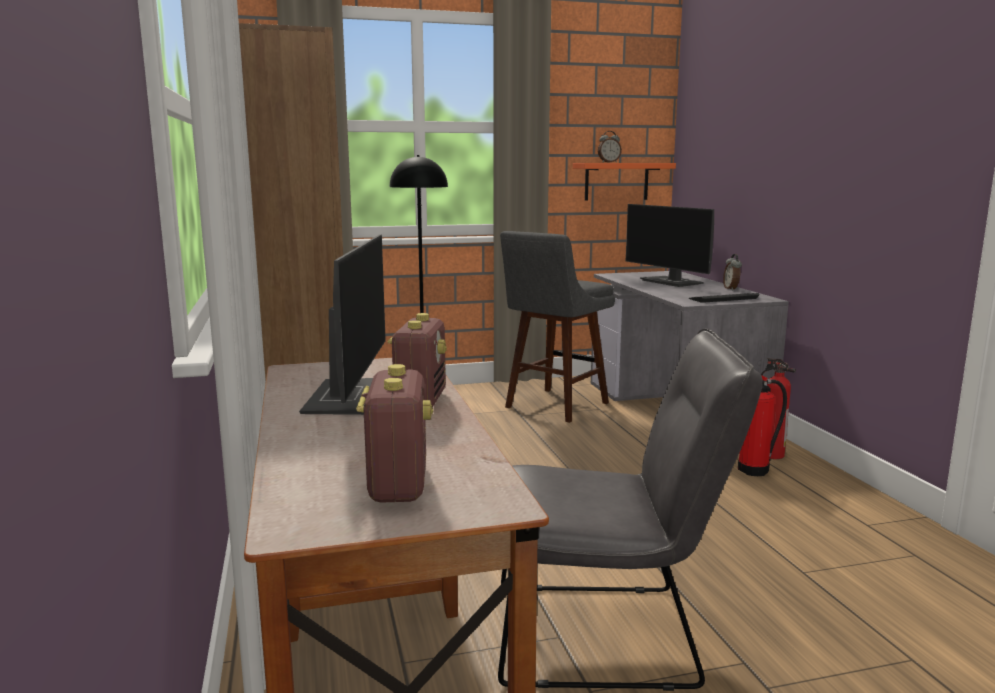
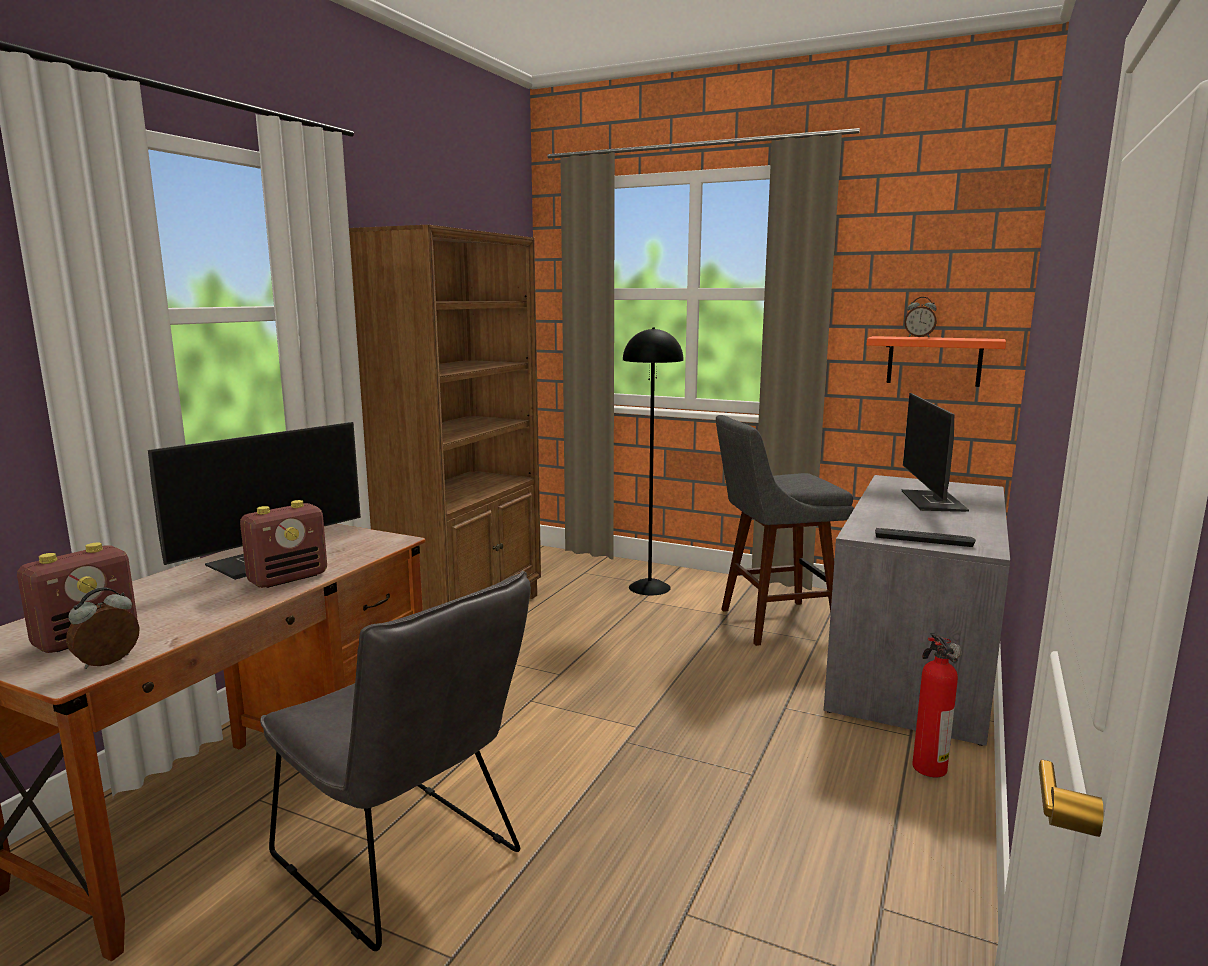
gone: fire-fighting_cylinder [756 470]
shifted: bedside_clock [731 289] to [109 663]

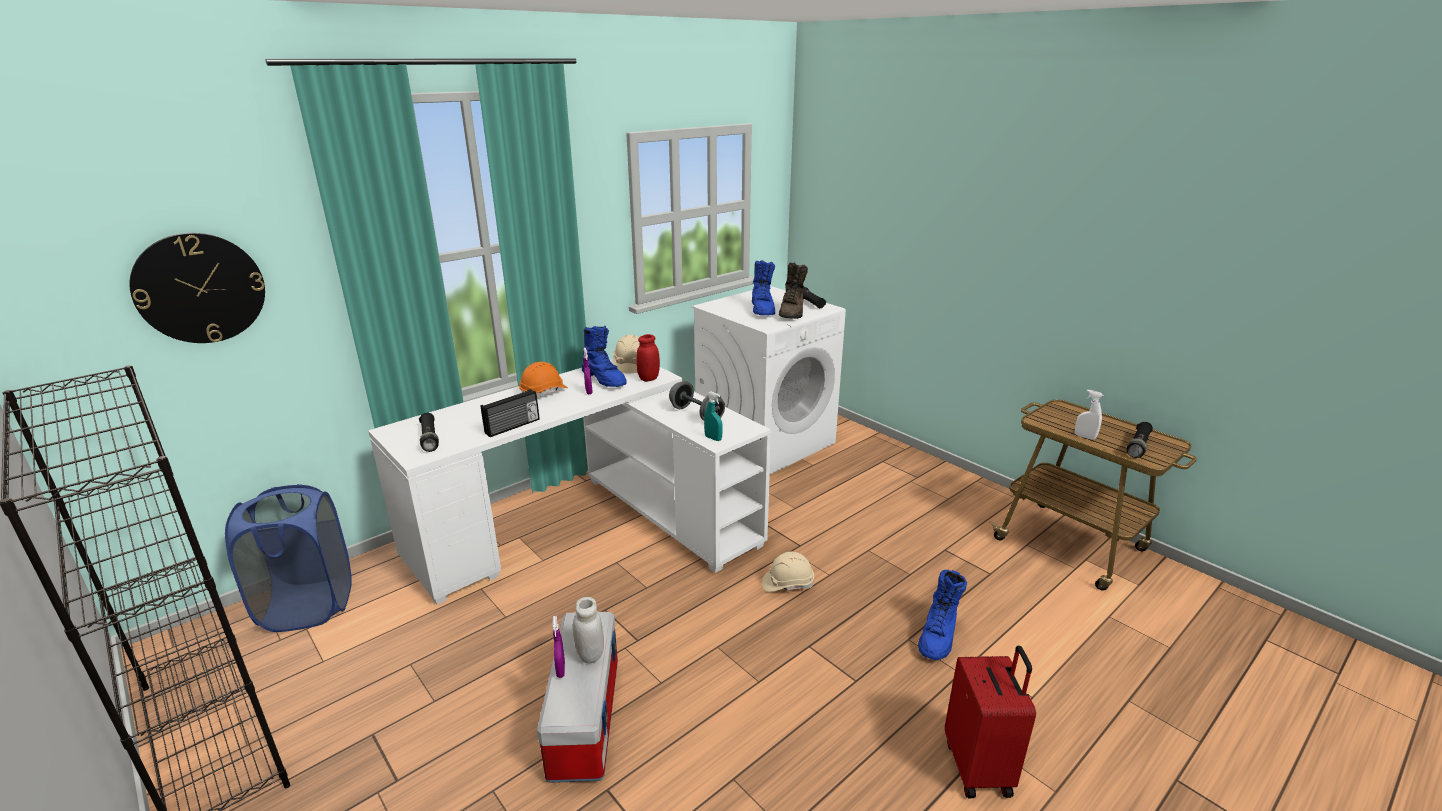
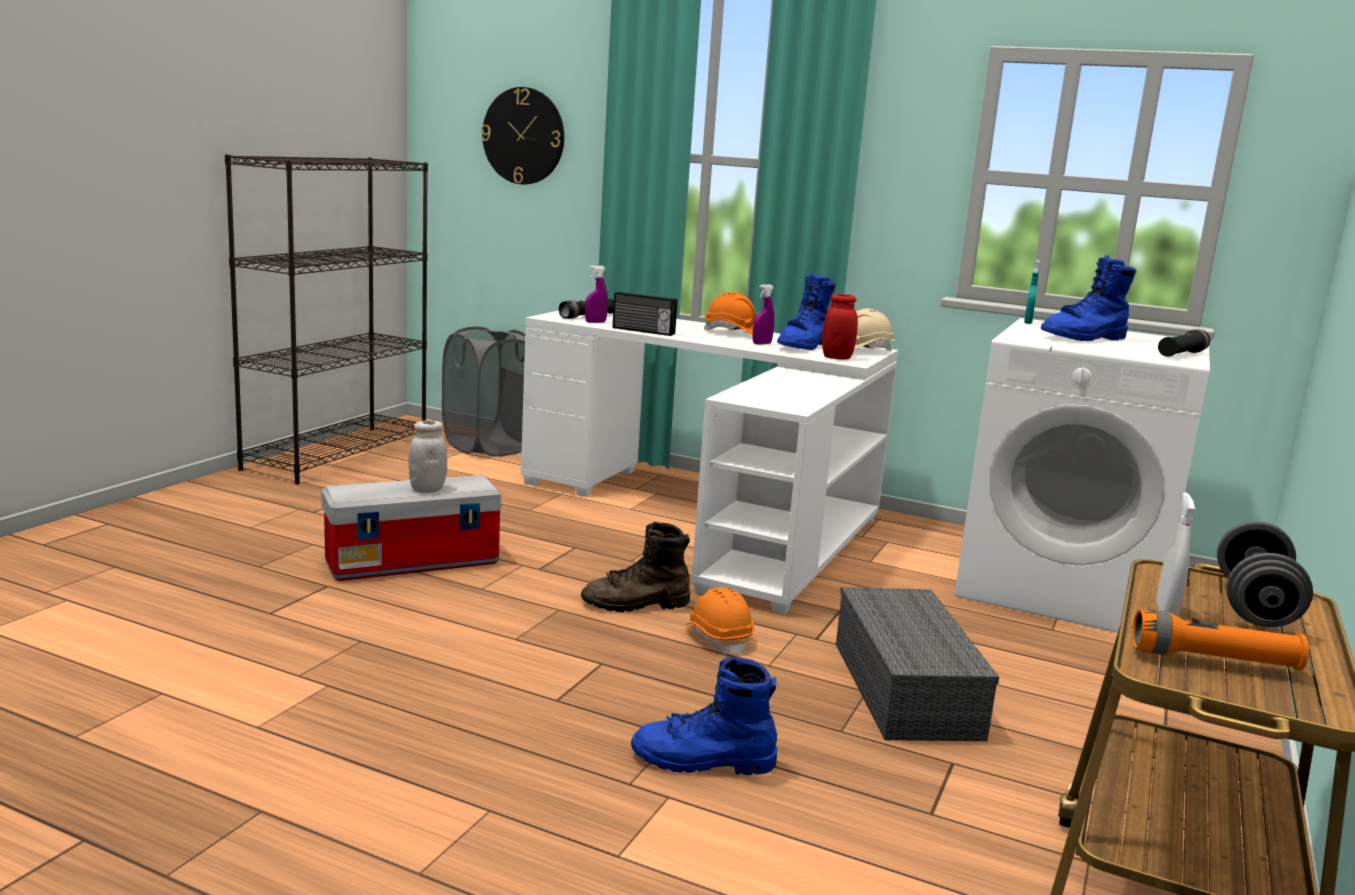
gone: red_travel_case [979 767]
new: greyish_storage_container [908 690]
shifted: brownish_tall_boot [792 312] to [636 604]; purple-coloured_sprayer [560 669] to [595 322]; blue-green_sprayer [713 438] to [1028 322]; greyish_dumbbell [696 414] to [1254 605]
repainted: bluish_washing_basket [307 606] to greyish_washing_basket [487 446]; beige-coloured_safety_helmet [787 583] to orange_safety_helmet [718 638]; blackish_hand_torch [1138 446] to orange_hand_torch [1214 660]

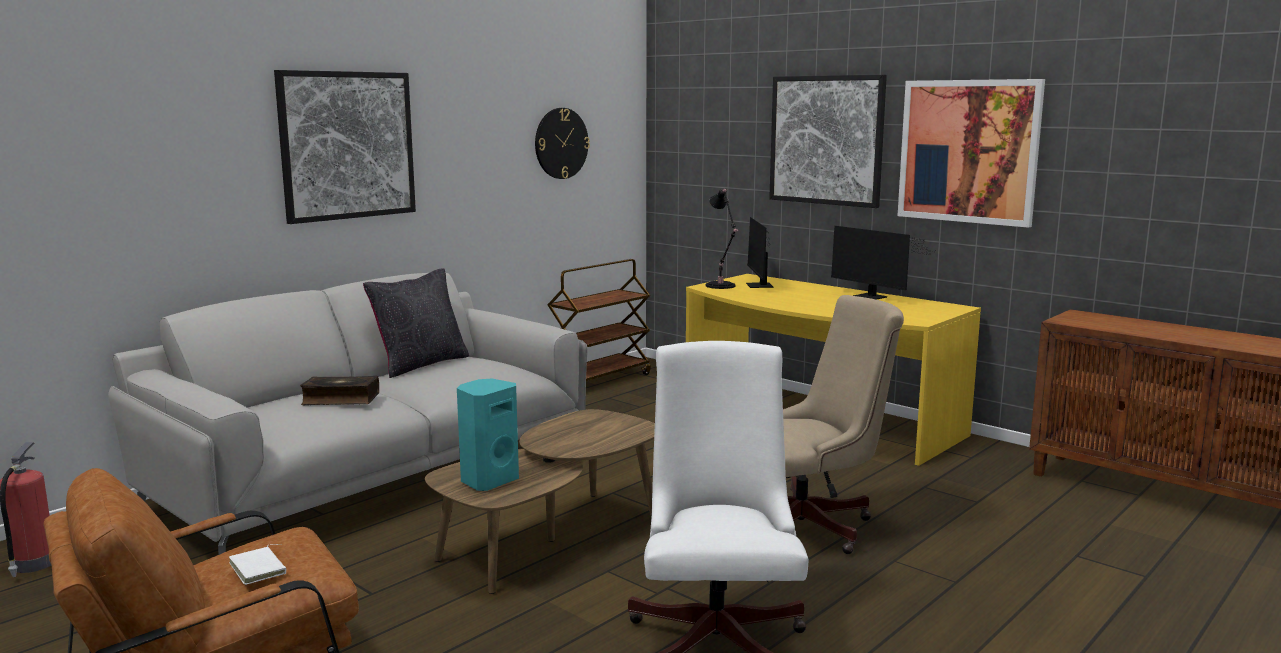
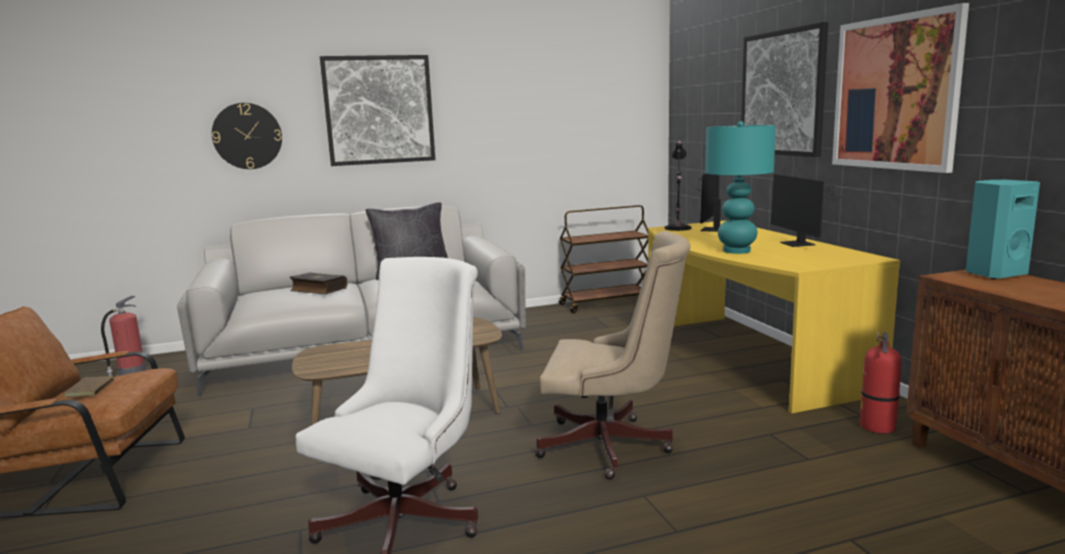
new: blue-green_table_lamp [736 251]; fire-fighting_cylinder [877 427]
shifted: clock_on_the_wall [561 143] to [247 136]; blue-green_speaker [488 481] to [993 274]
repainted: whitish_bound_book [260 568] to brownish_bound_book [91 389]

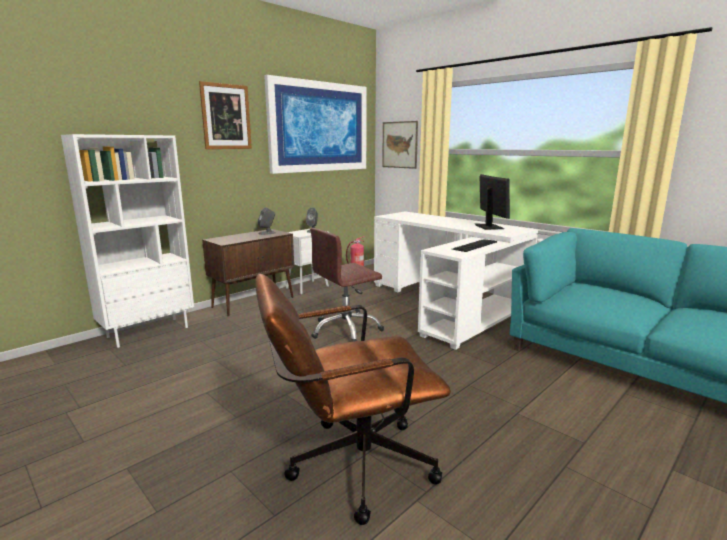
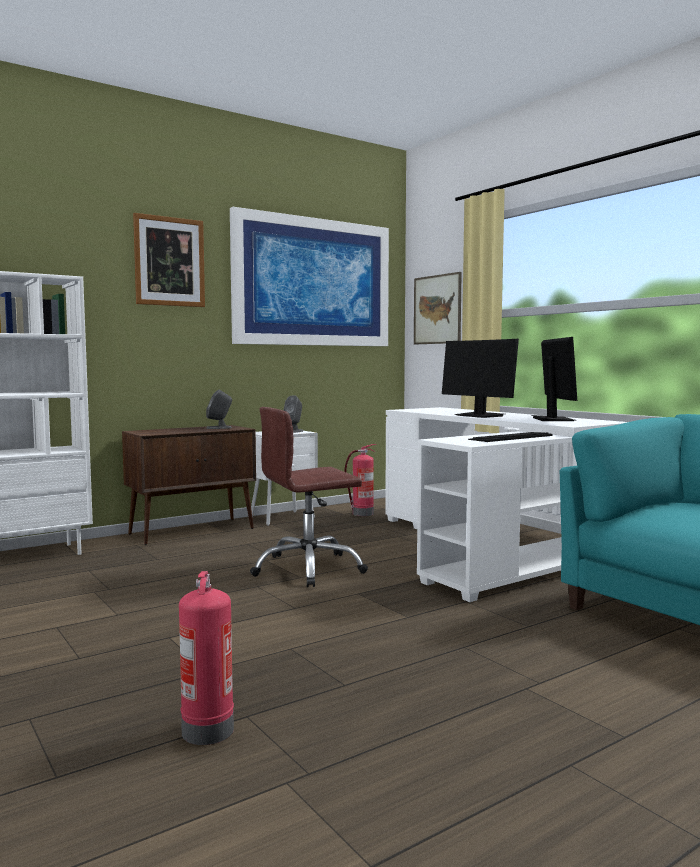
new: computer_screen [479 416]
swapped: brownish_office_chair [349 466] to fire-fighting_cylinder [207 729]

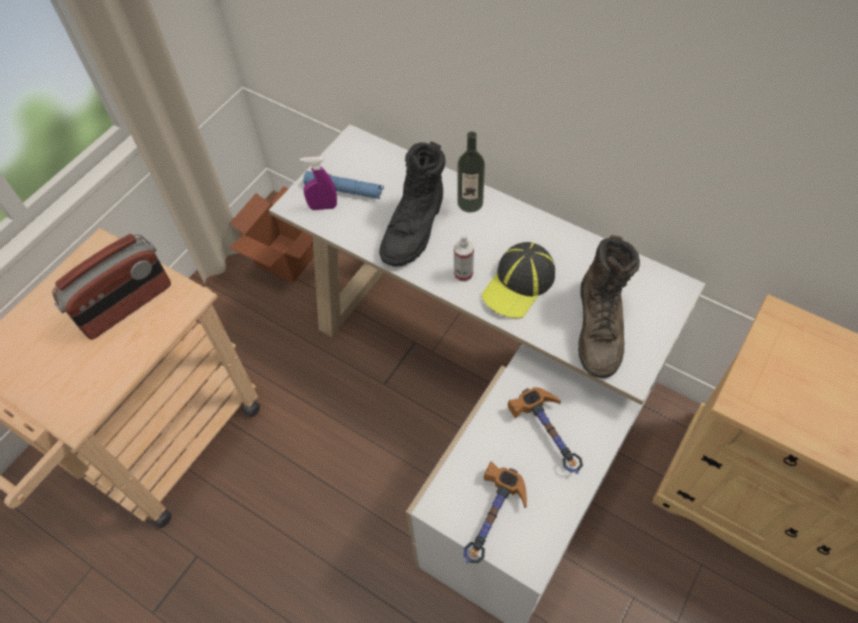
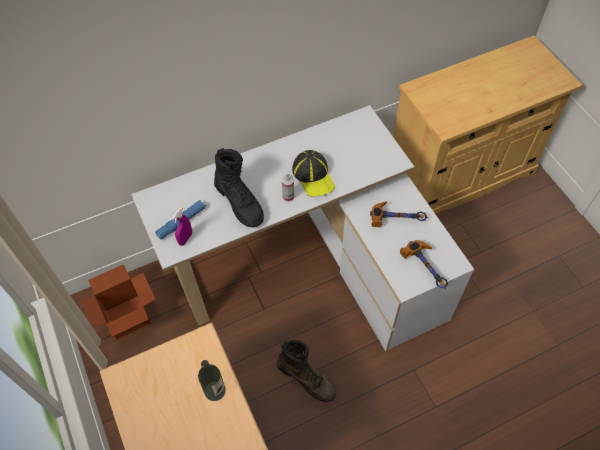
gone: radio [126 306]
shifted: bottle [470 203] to [215 391]; brownish_tall_boot [599 328] to [306 378]

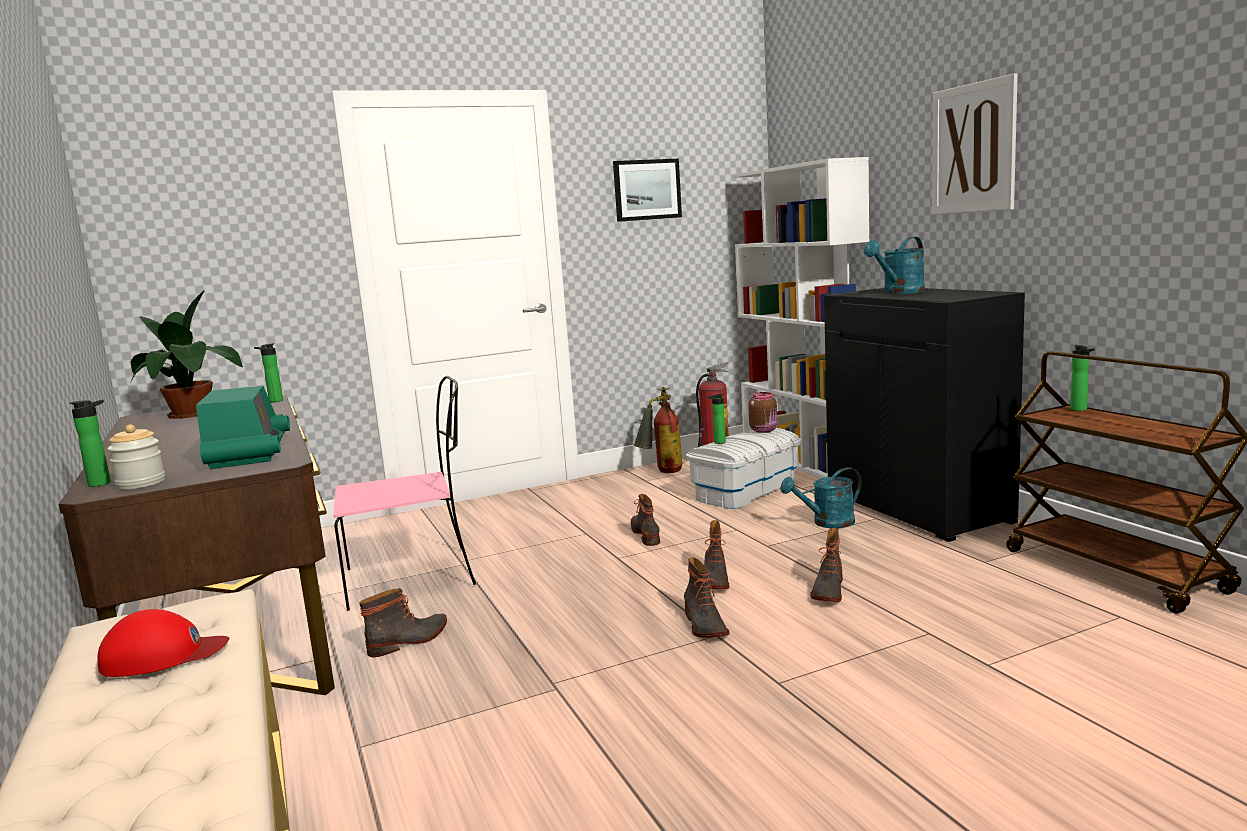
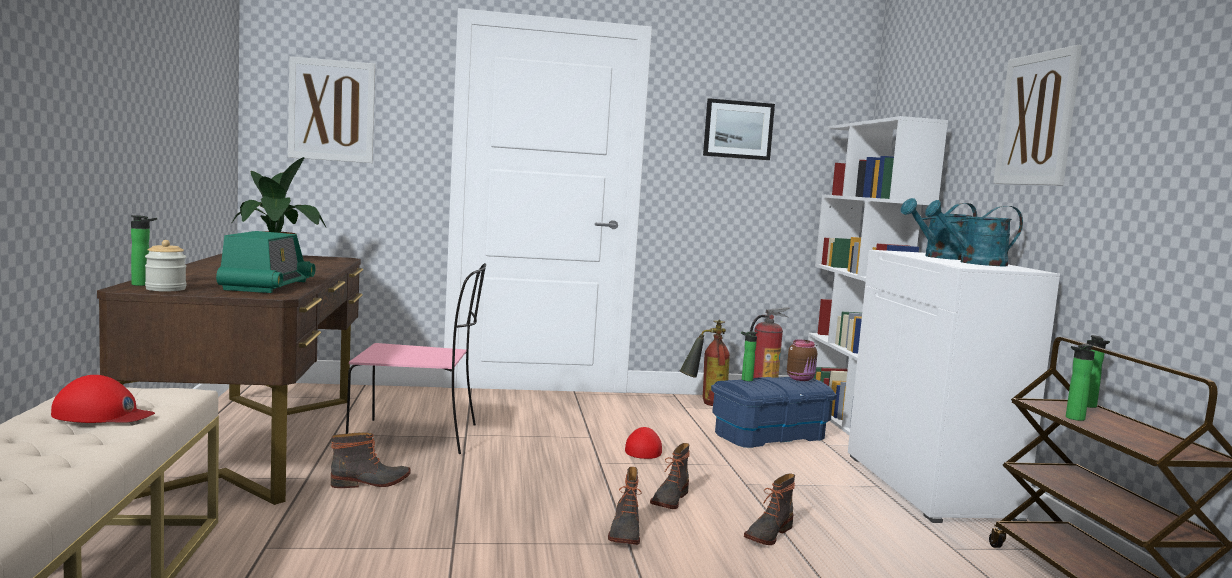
new: wall_art [331 110]
shifted: blue-green_watering_can [827 523] to [974 263]; bottle [274 401] to [1073 418]
swapped: tall_boot [647 534] to red_baseball_cap [643 449]
repainted: whitish_storage_container [746 491] to bluish_storage_container [770 436]; blackish_storage_cabinet [918 508] to whitish_storage_cabinet [930 487]

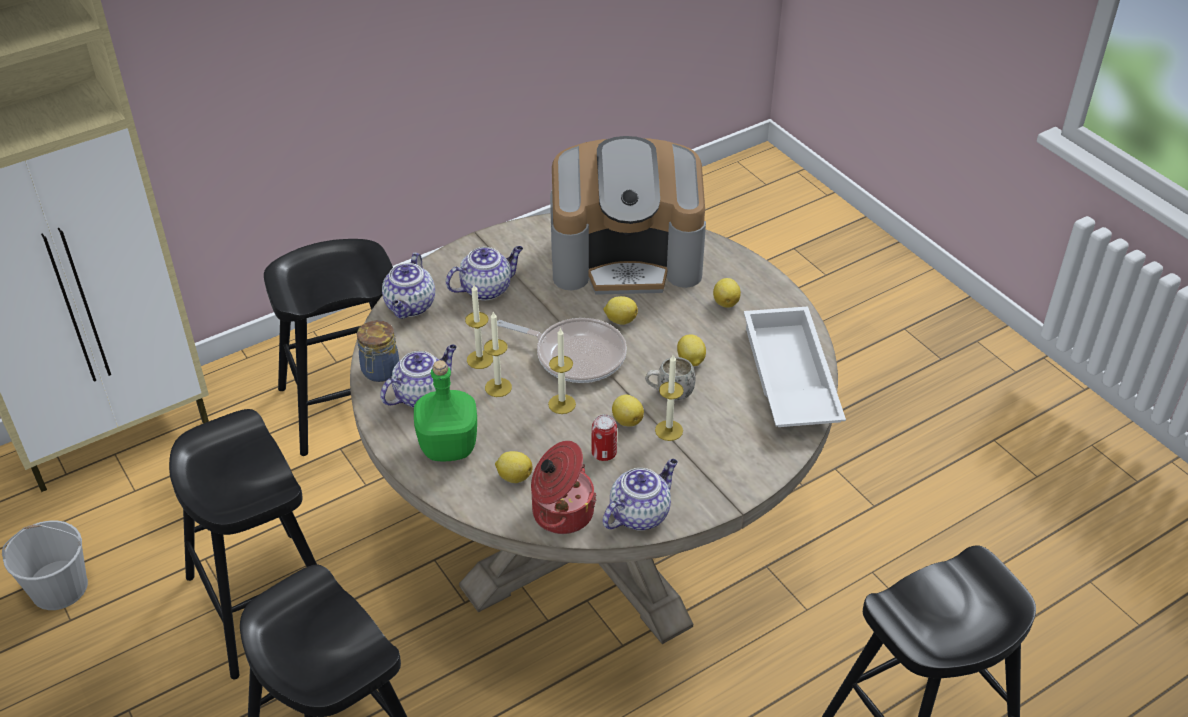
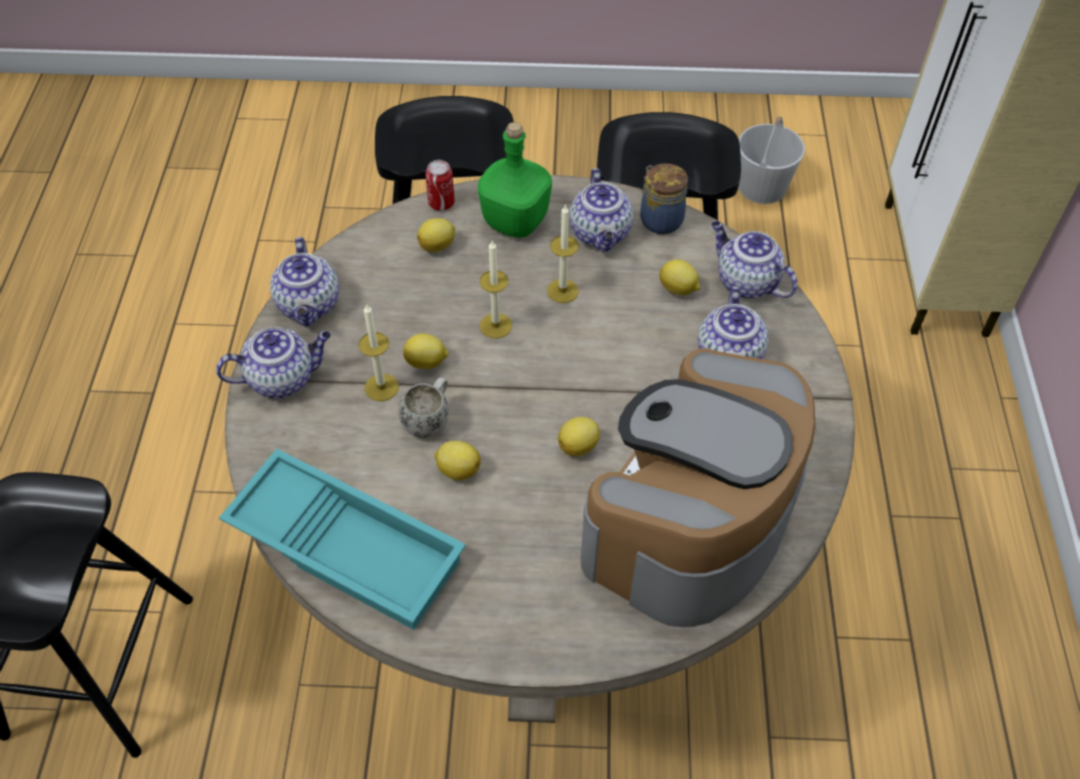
gone: blackish_stool [350 405]; candle [480 359]; pan [575 355]; saucepot [561 512]
new: tea_pot [283 378]
shifted: can [604 453] to [441 203]; whole_lemon [726 302] to [678 289]
repainted: whitish_serving_tray [787 378] to blue-green_serving_tray [349 544]

